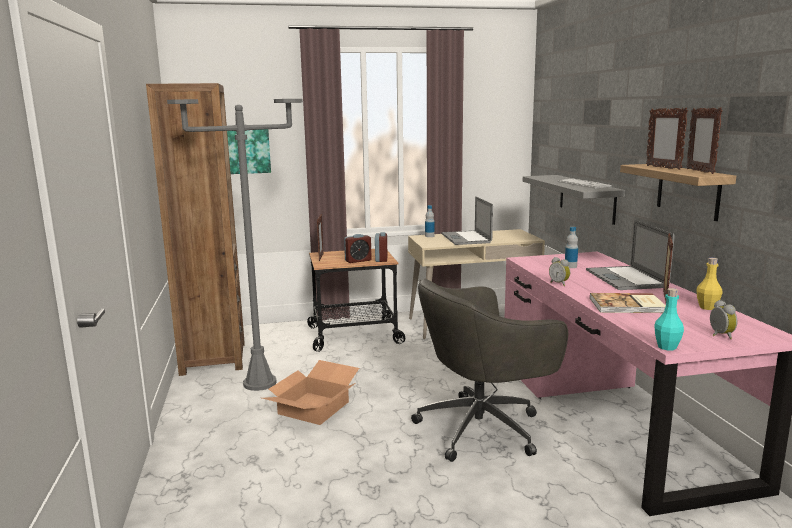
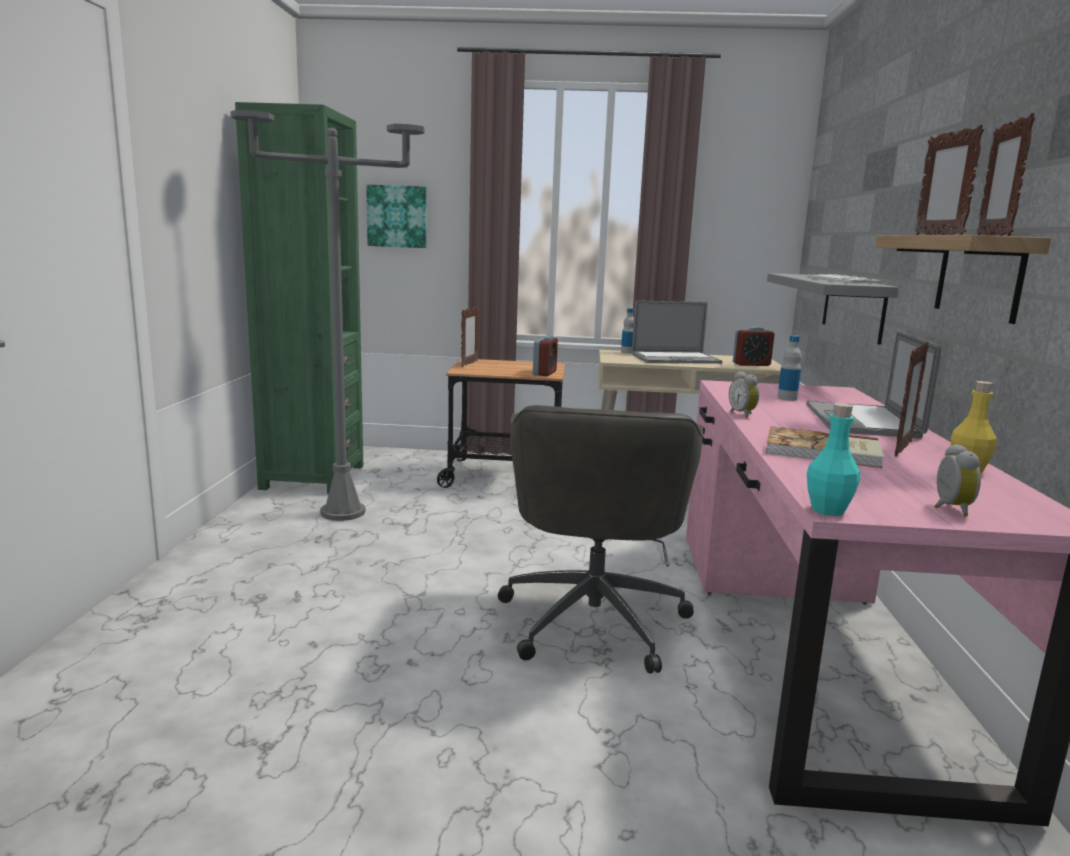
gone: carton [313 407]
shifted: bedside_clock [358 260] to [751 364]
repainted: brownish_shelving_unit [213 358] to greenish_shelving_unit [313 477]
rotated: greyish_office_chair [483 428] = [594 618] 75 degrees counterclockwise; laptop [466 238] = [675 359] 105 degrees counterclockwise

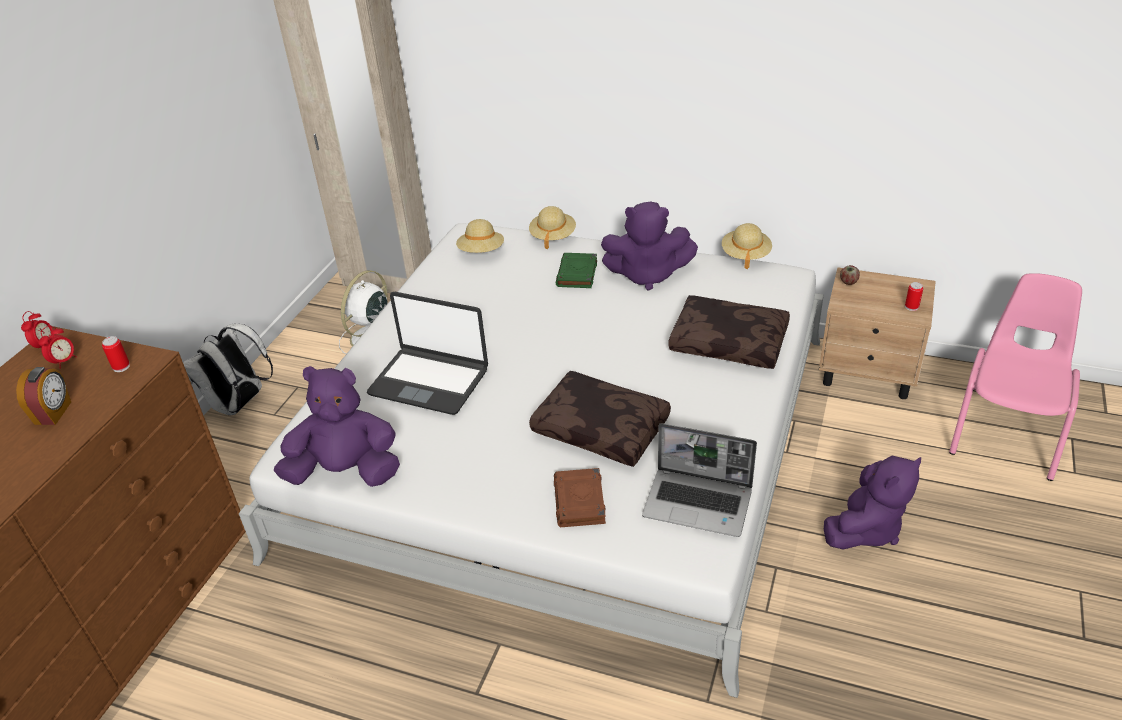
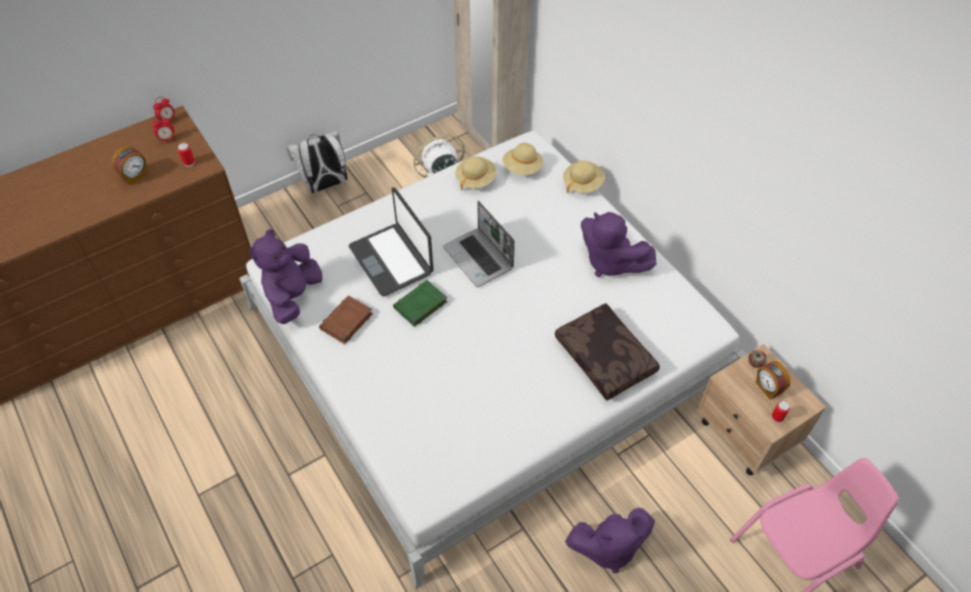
gone: brownish_pillow [602 428]
new: bedside_clock [768 388]
shifted: brownish_bound_book [580 502] to [346 322]; greenish_bound_book [577 274] to [420 305]; laptop [699 503] to [479 258]; beige-coloured_hat [745 255] to [475 179]
rotated: purple-coloured_plush_toy [346 472] = [293 296] 105 degrees counterclockwise

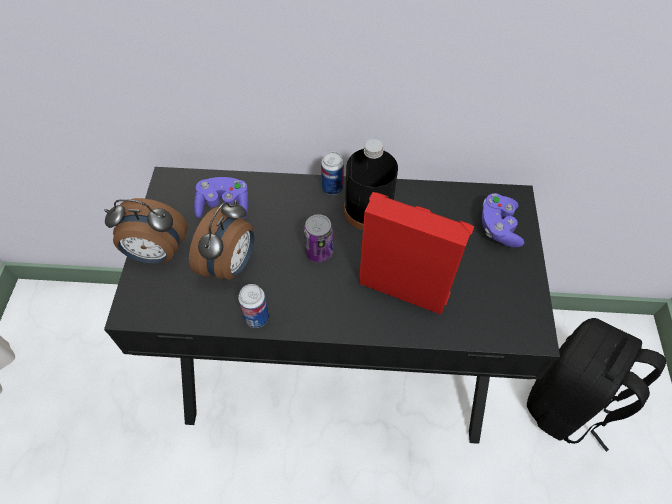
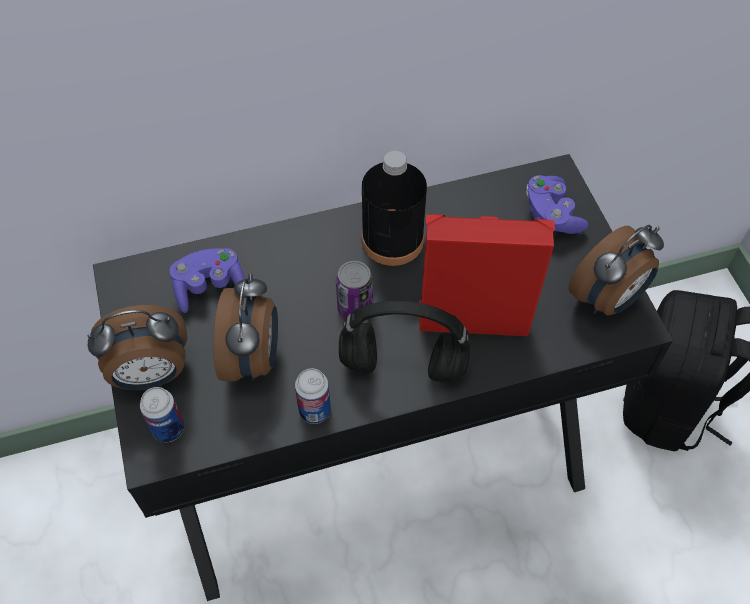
new: blackish_headset [400 365]; bedside_clock [607 299]
shifted: can [332 188] to [168 429]

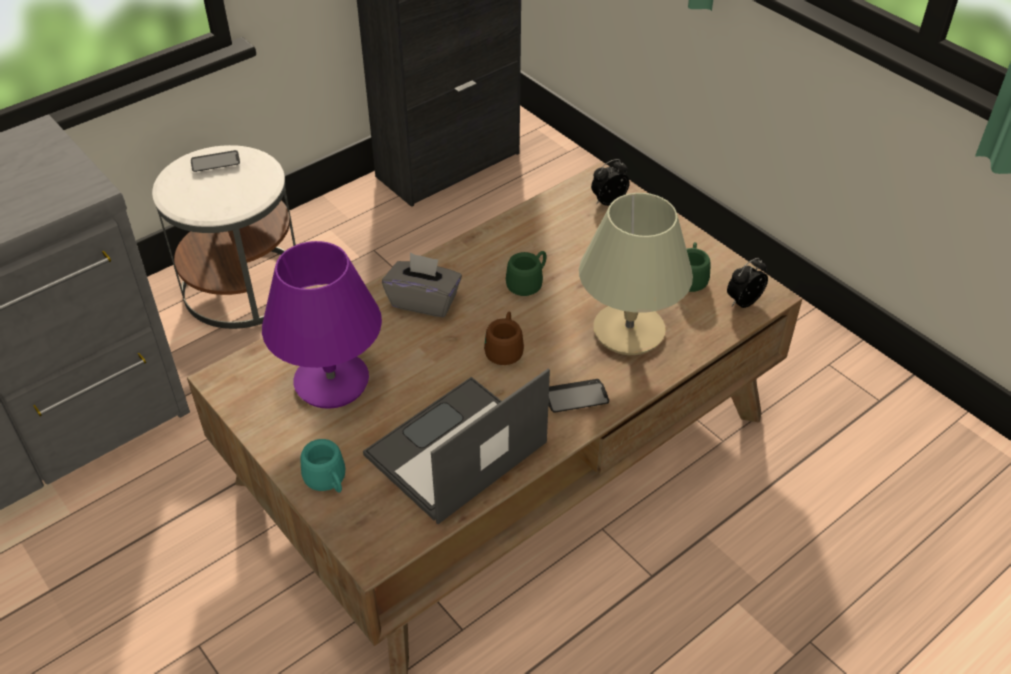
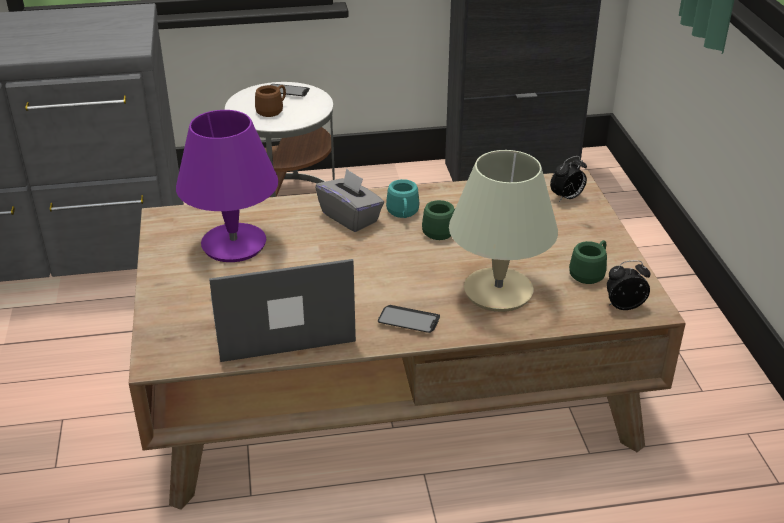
shifted: brownish_coffee_mug [505 349] to [273 110]; blue-green_coffee_mug [328 482] to [403 214]
rotated: bedside_clock [608 201] = [567 198] 150 degrees clockwise

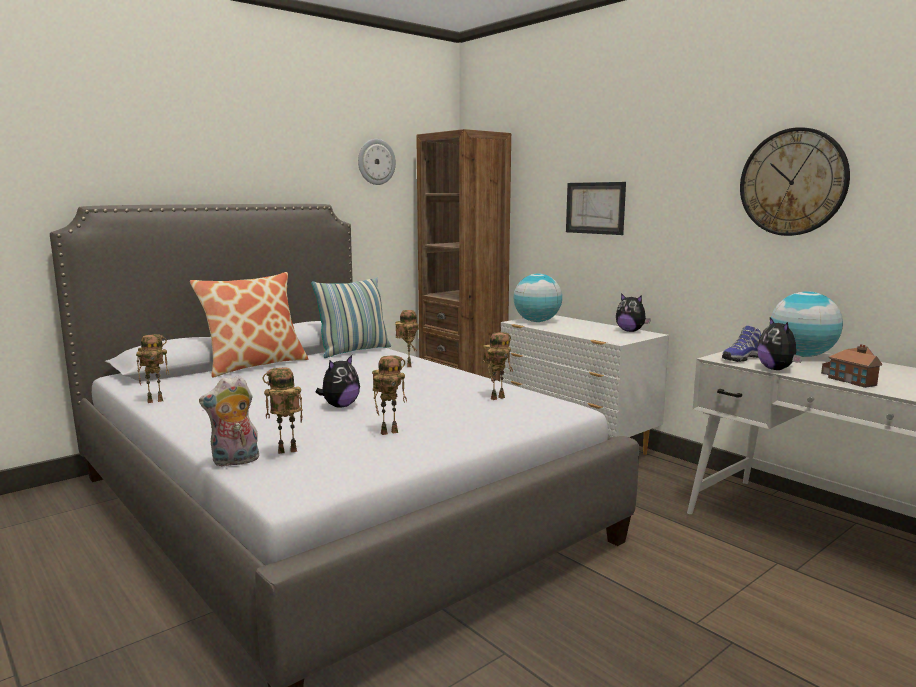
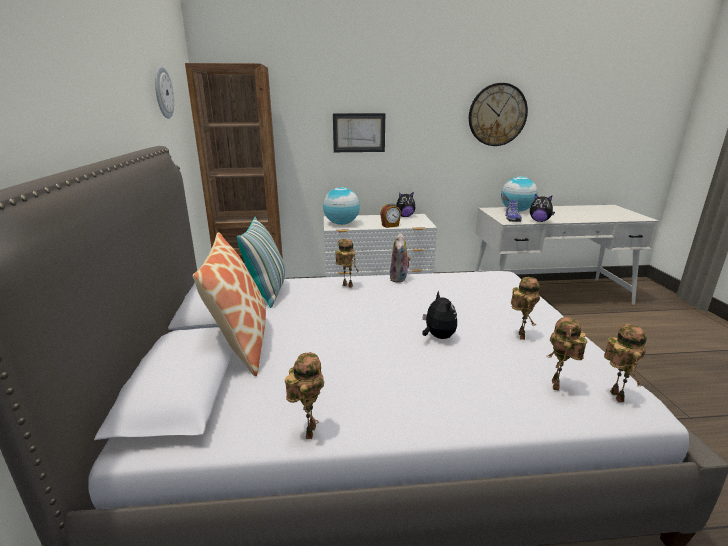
gone: miniature_house [851 378]
new: bedside_clock [390 226]
shifted: plush_toy [235 462] to [399 278]; toy_robot [497 397] to [614 395]

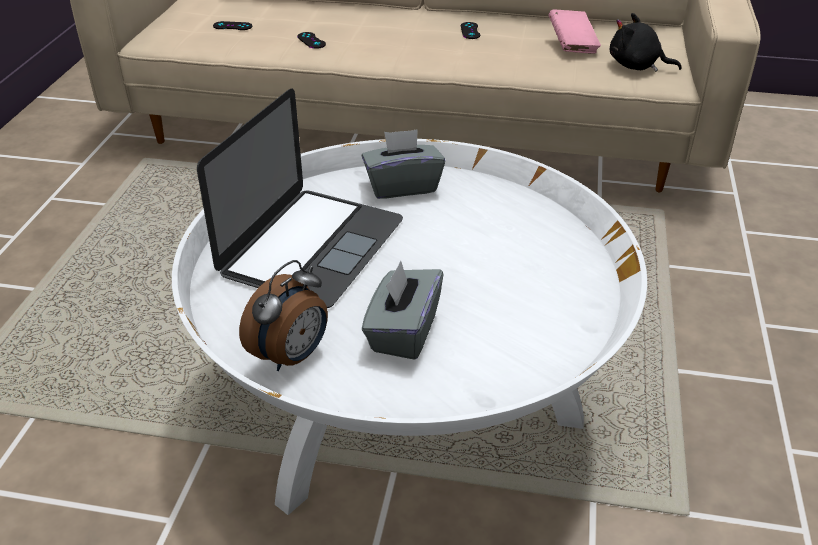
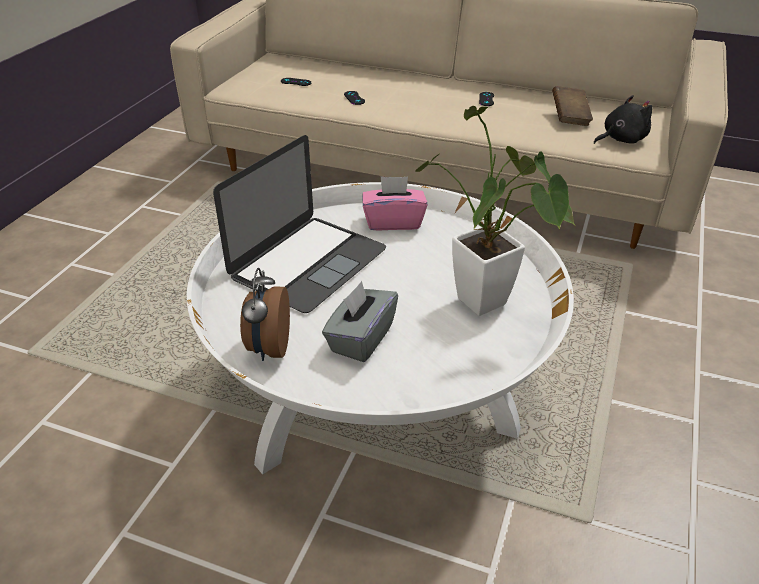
new: plant_in_a_pot [488 308]
repainted: greyish_box_of_tissues [402 186] to pinkish_box_of_tissues [393 222]; pinkish_bound_book [572 45] to brownish_bound_book [569 117]
rotated: bedside_clock [292 356] = [268 348] 135 degrees clockwise; blackish_plush_toy [637 66] = [621 139] 120 degrees clockwise

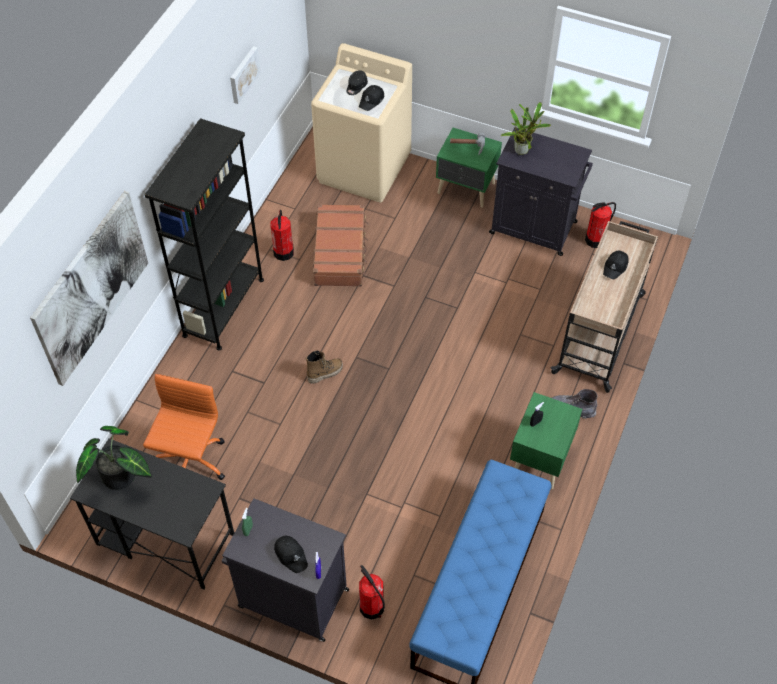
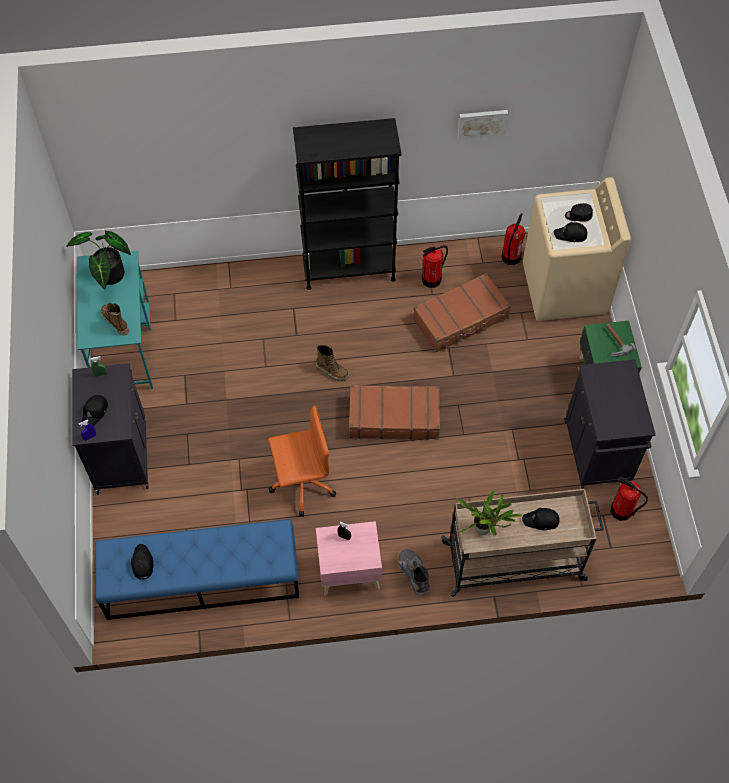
gone: wall_art [91 287]
new: tall_boot [115 322]; blackish_baseball_cap [142 563]; brownish_travel_case [393 417]
shifted: orange_office_chair [190 462] to [301 483]; plant_in_a_pot [523 150] to [484 530]; fire-fighting_cylinder [371 608] to [510 257]
repainted: blackish_desk_table [164 539] to blue-green_desk_table [124 347]; greenish_nightstand [539 459] to pinkish_nightstand [348 572]

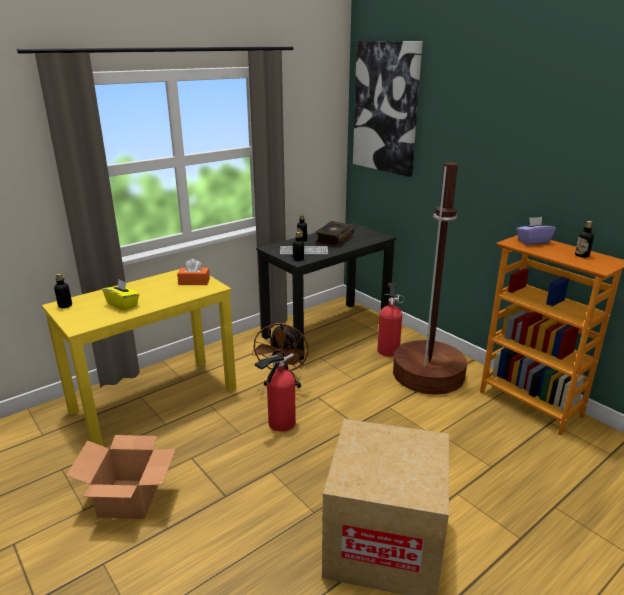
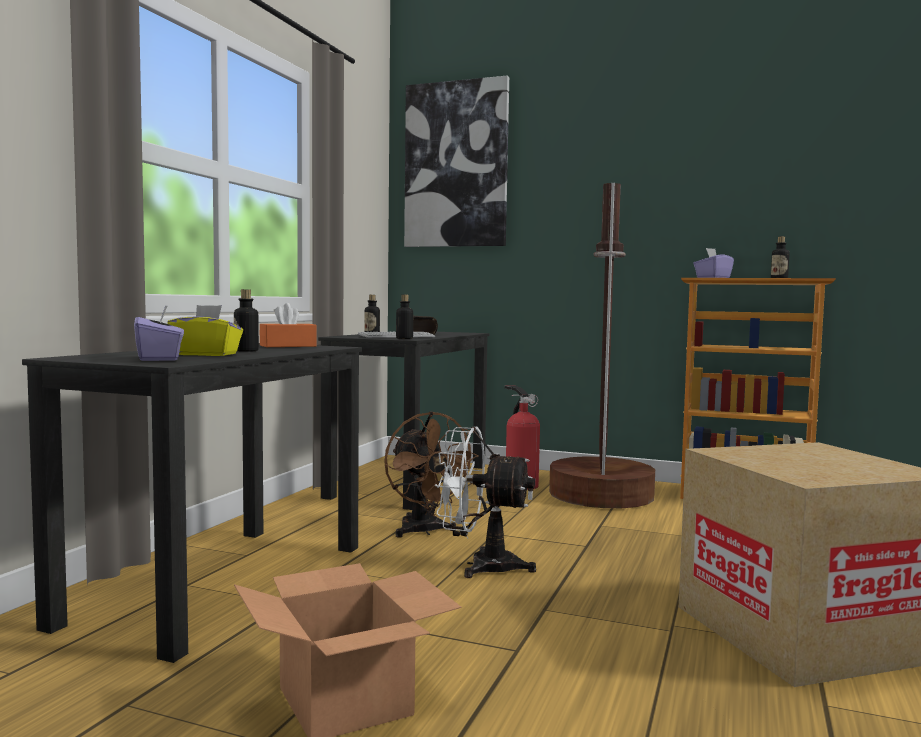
new: purple-coloured_box_of_tissues [160 359]
shifted: bottle [65 305] to [246 351]
swapped: fire-fighting_cylinder [279 424] to whitish_cooling_fan [481 565]
repainted: yellow_desk_table [155 399] to blackish_desk_table [222 582]

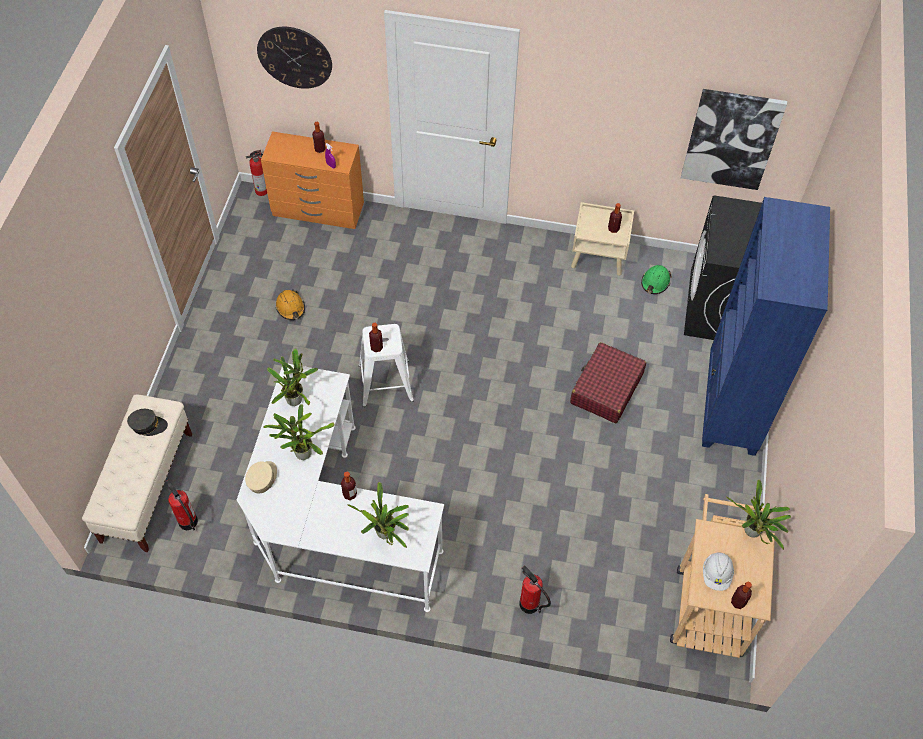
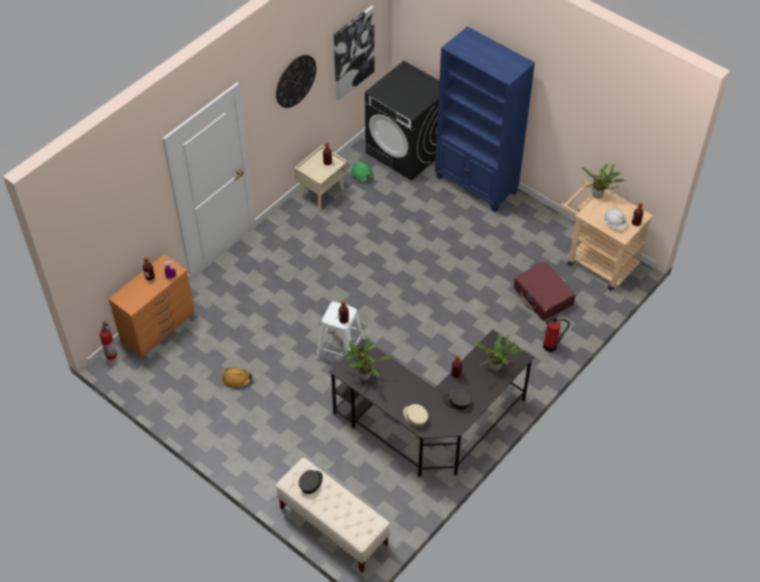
gone: fire-fighting_cylinder [188 521]; plant_in_a_pot [301 452]
new: greyish_baseball_cap [457 401]
shifted: clock_on_the_wall [294 57] to [295 81]; red_travel_case [606 389] to [543 296]
repainted: whitish_desk_table [333 523] to blackish_desk_table [432 425]

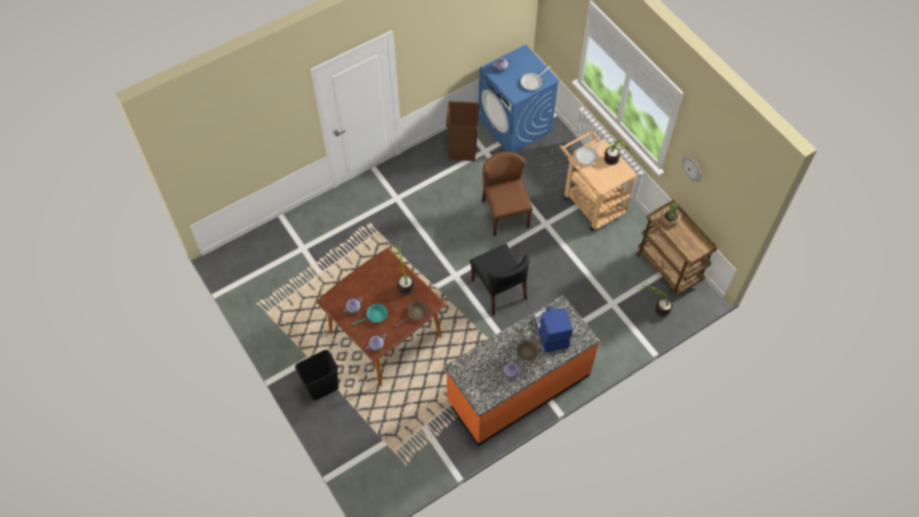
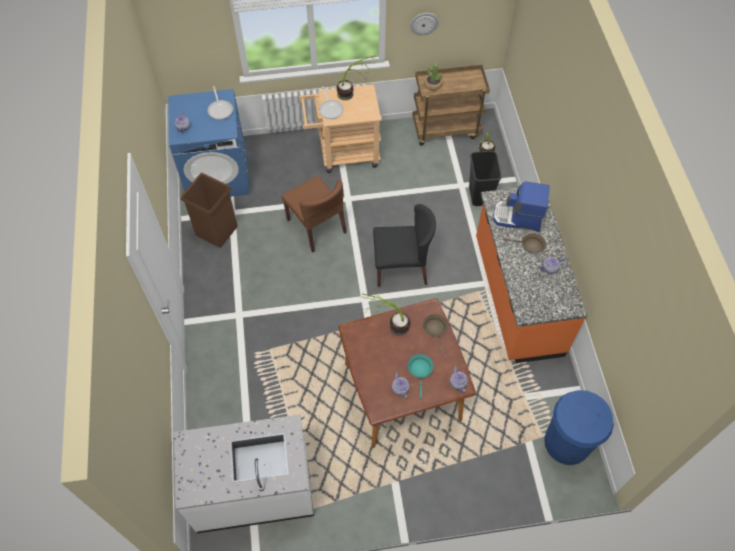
new: whitish_counter [253 490]; bluish_trash_can [567 442]
shifted: blackish_trash_can [322 388] to [480 195]
rotated: brownish_plain_chair [505 213] = [316 226] 135 degrees counterclockwise

